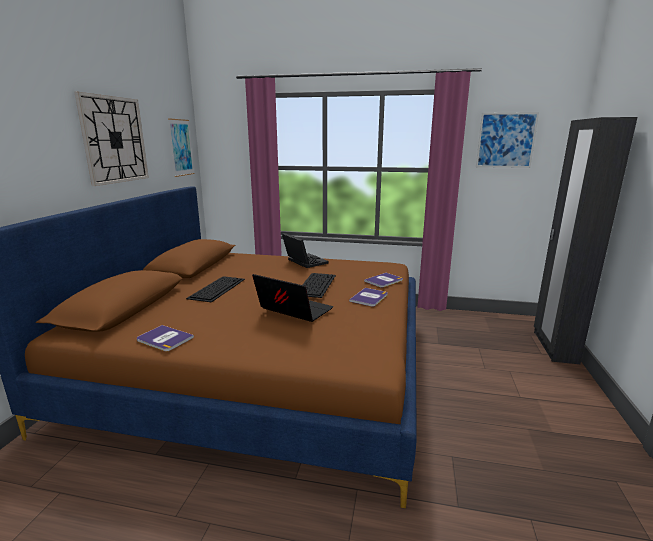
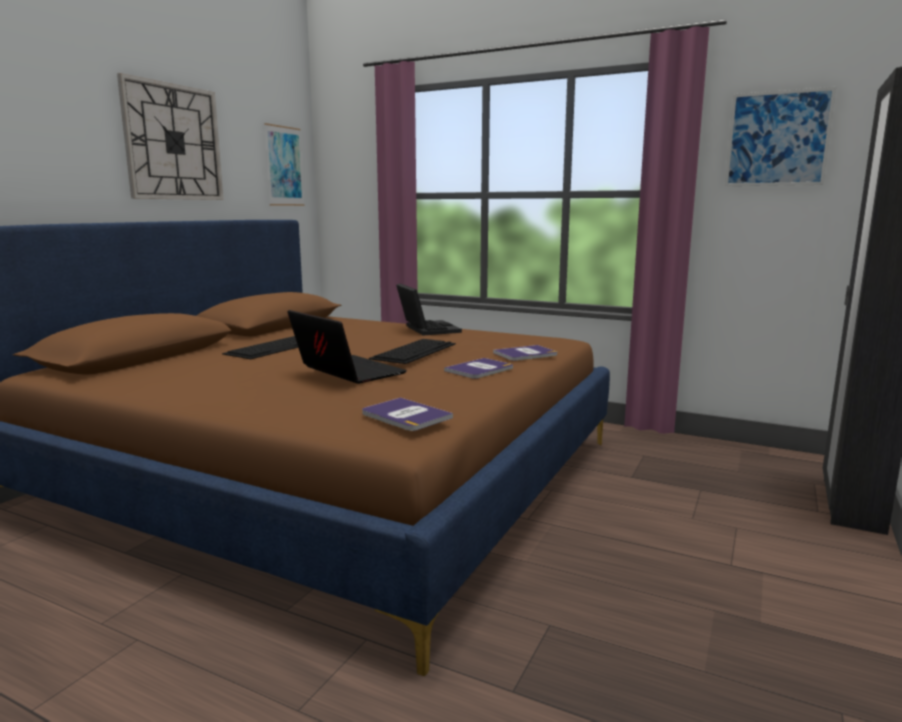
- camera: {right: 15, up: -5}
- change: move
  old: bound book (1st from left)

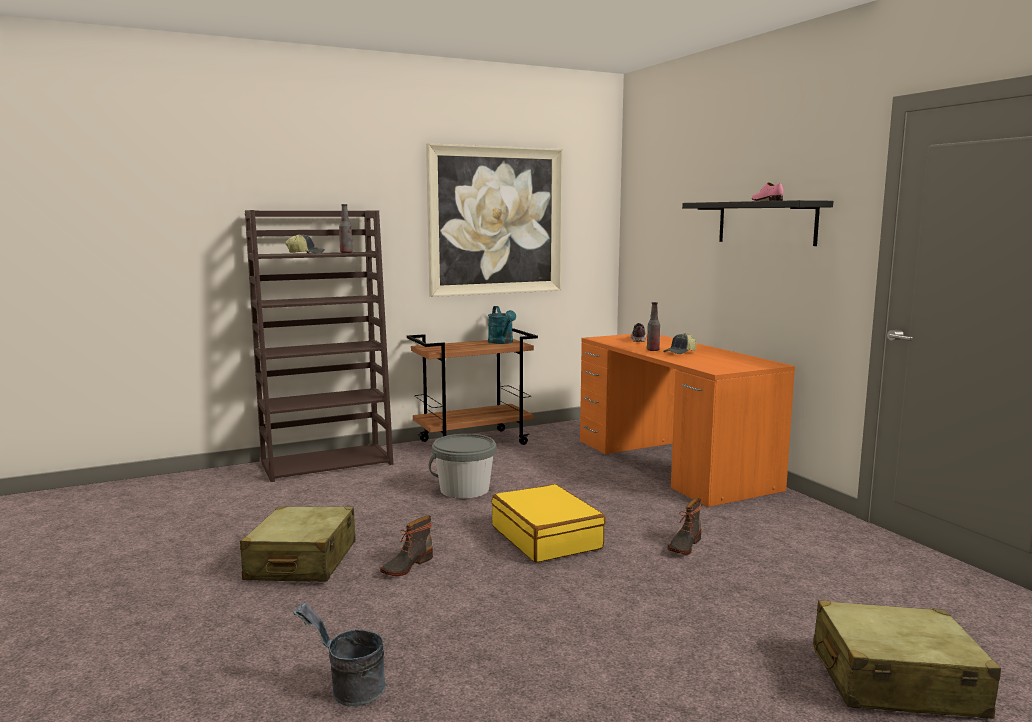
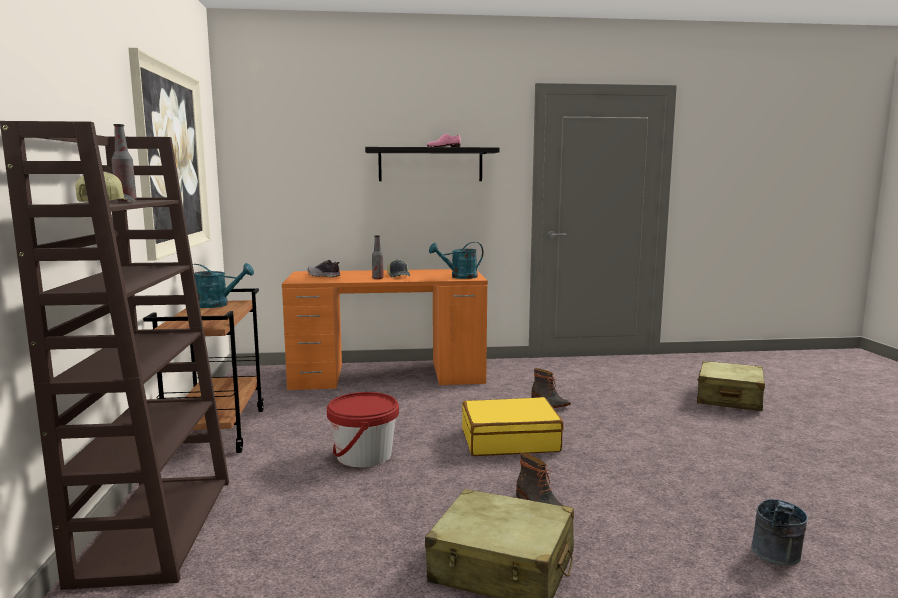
- camera: {right: -70, up: 0}
- change: recolor
  old: grey bucket (2nd from left)
  new: red bucket
- change: insert
  new: turquoise-coloured sprinkling can (2nd from left)

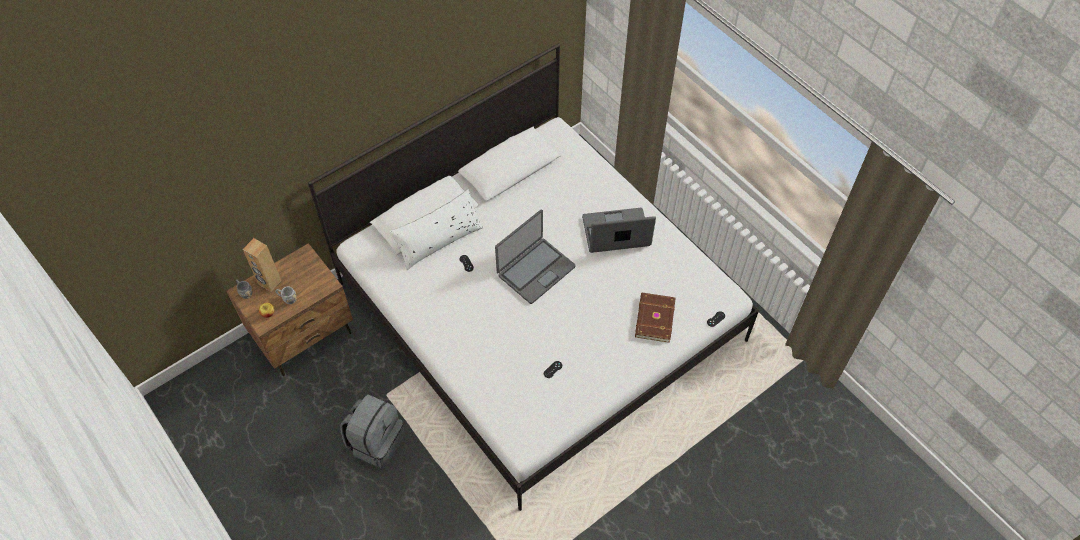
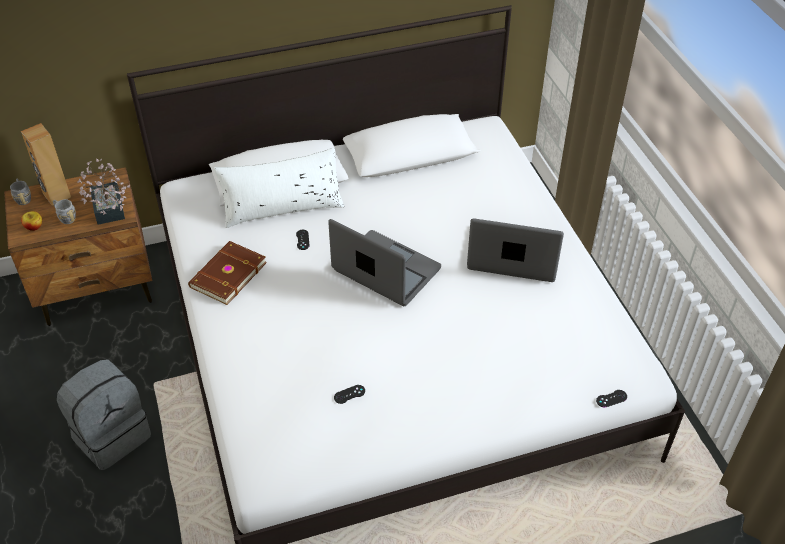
- camera: {right: 20, up: -10}
- change: rotate
  old: portable computer (1st from left)
  degrees: -120
- change: move
  old: brown-coloured bound book
- change: insert
  new: plant in a pot

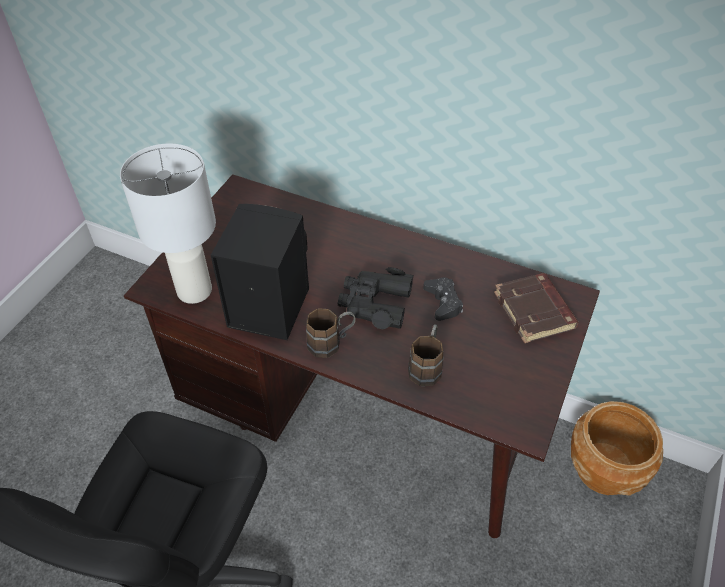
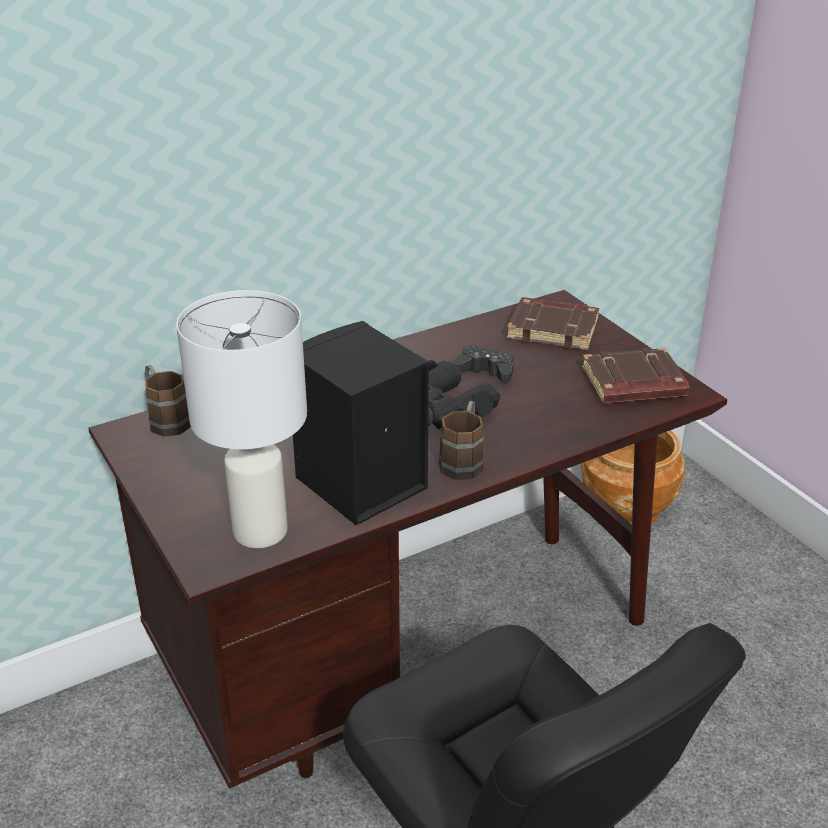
- camera: {right: -55, up: -15}
- change: move
  old: brown-coloured tea mug (2nd from left in the first image)
  new: brown-coloured tea mug (1st from left)
- change: insert
  new: brown-coloured bound book (2nd from left)

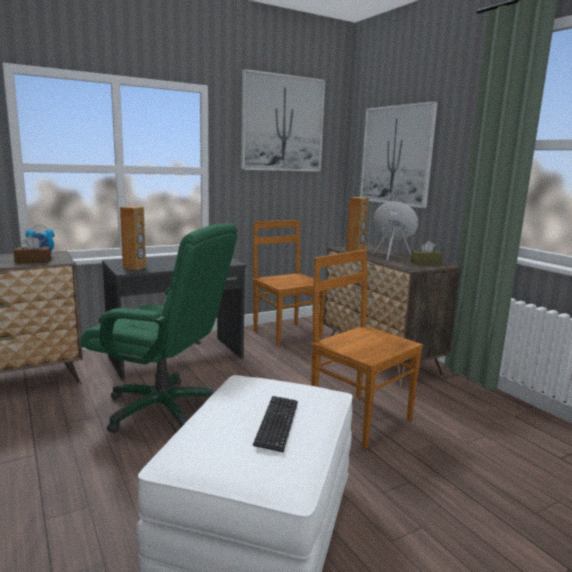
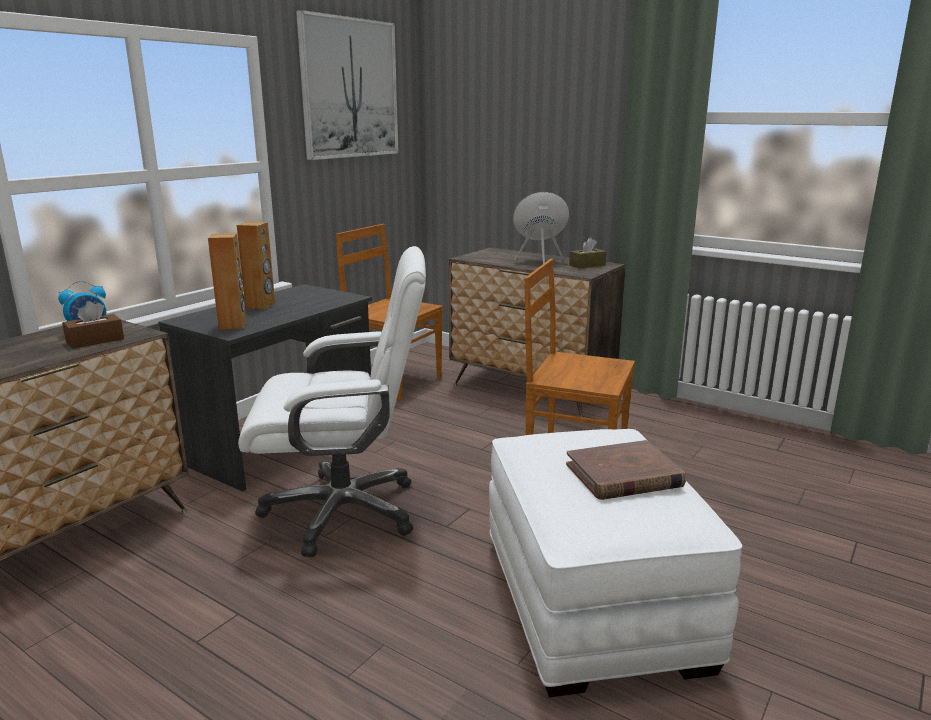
- camera: {right: -25, up: 5}
- change: recolor
  old: greenish office chair
  new: whitish office chair
- change: replace
  old: keyboard
  new: brown-coloured bound book
- change: move
  old: brown-coloured audio speaker (2nd from left)
- change: delete
  old: wall picture (2nd from left)

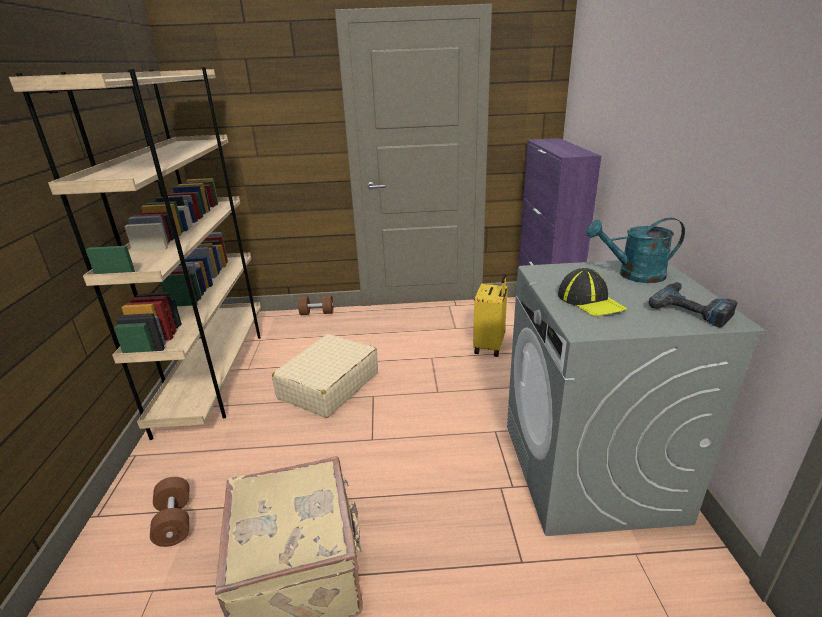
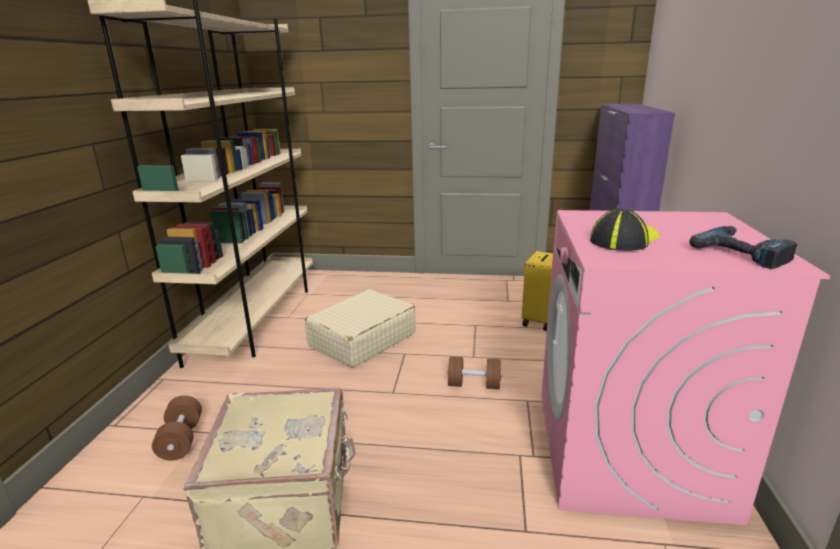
- camera: {right: 10, up: -5}
- change: move
  old: brown-coloured free weight (2nd from left)
- change: recolor
  old: grey washing machine
  new: pinkish washing machine
- change: rotate
  old: baseball cap
  degrees: -120
- change: delete
  old: turquoise-coloured sprinkling can

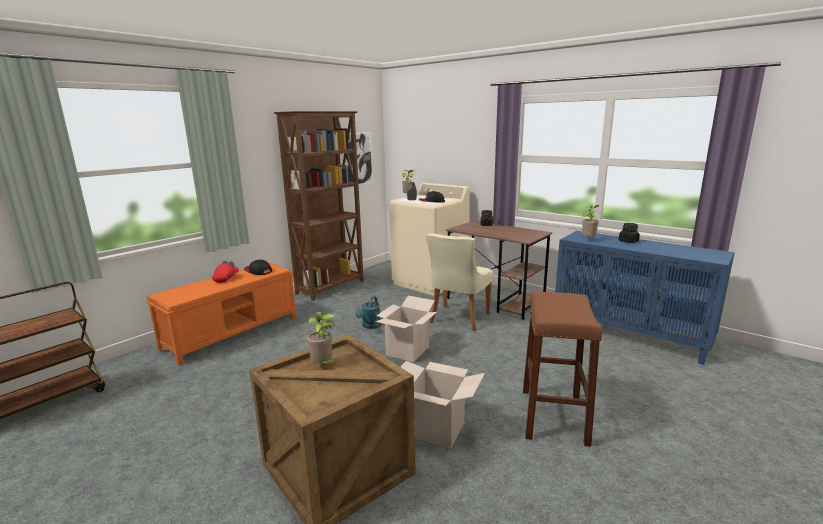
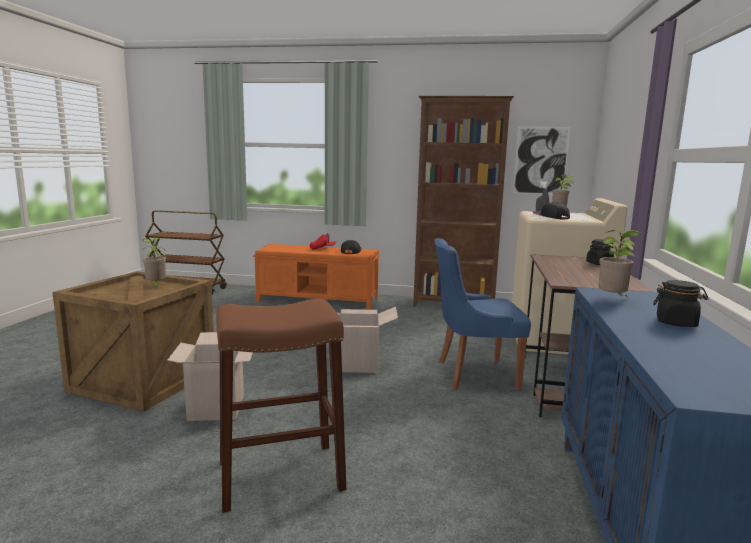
- camera: {right: 60, up: -5}
- change: delete
  old: turquoise-coloured sprinkling can
- change: recolor
  old: beige-coloured chair
  new: bluish chair

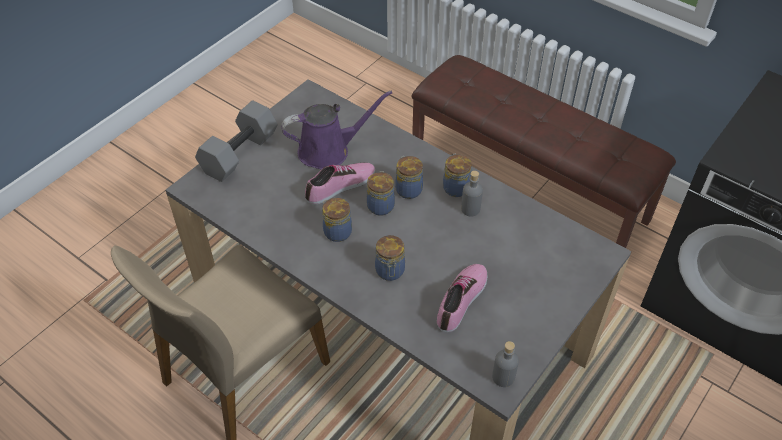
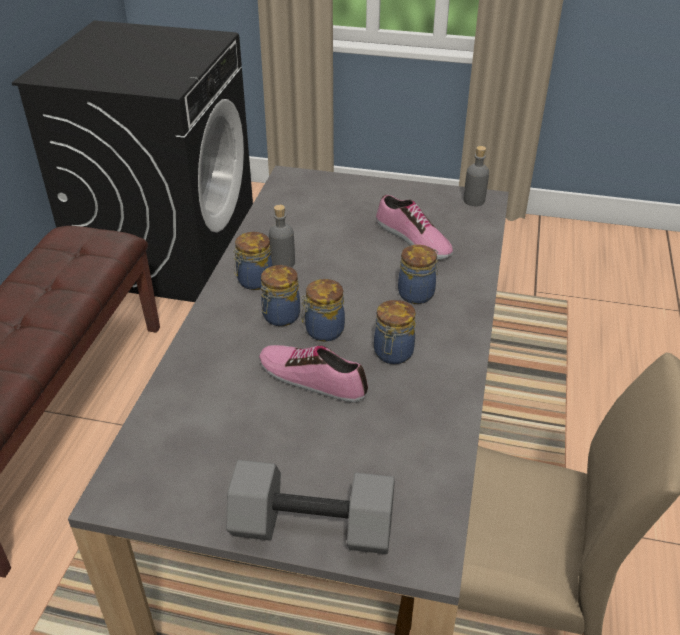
- camera: {right: -115, up: -10}
- change: delete
  old: purplish sprinkling can
- change: rotate
  old: item of footwear (2nd from left)
  degrees: -135

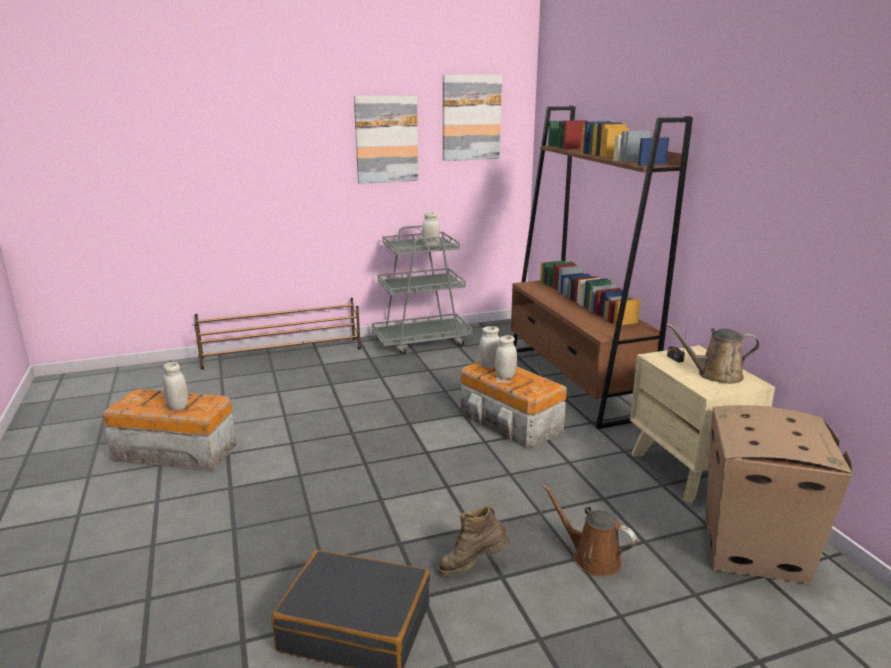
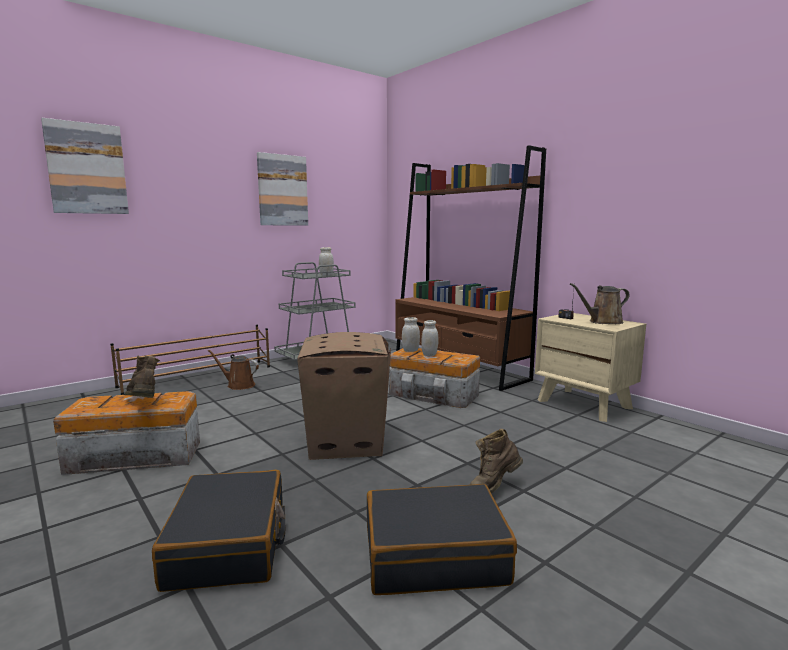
- camera: {right: -20, up: -10}
- change: replace
  old: whitish jar (1st from left)
  new: brown-coloured boot (1st from left)
- change: move
  old: wall picture (2nd from left in the first image)
  new: wall picture (1st from left)
- change: move
  old: brown-coloured sprinkling can (1st from left)
- change: move
  old: cardboard box
- change: insert
  new: black-coloured piece of luggage (1st from left)

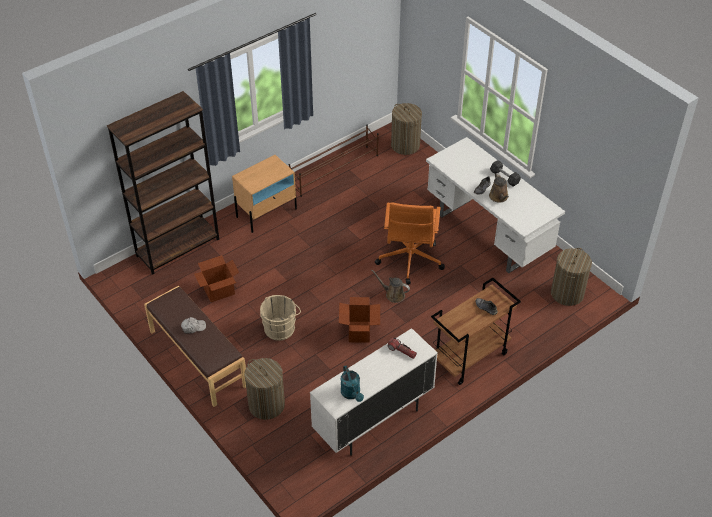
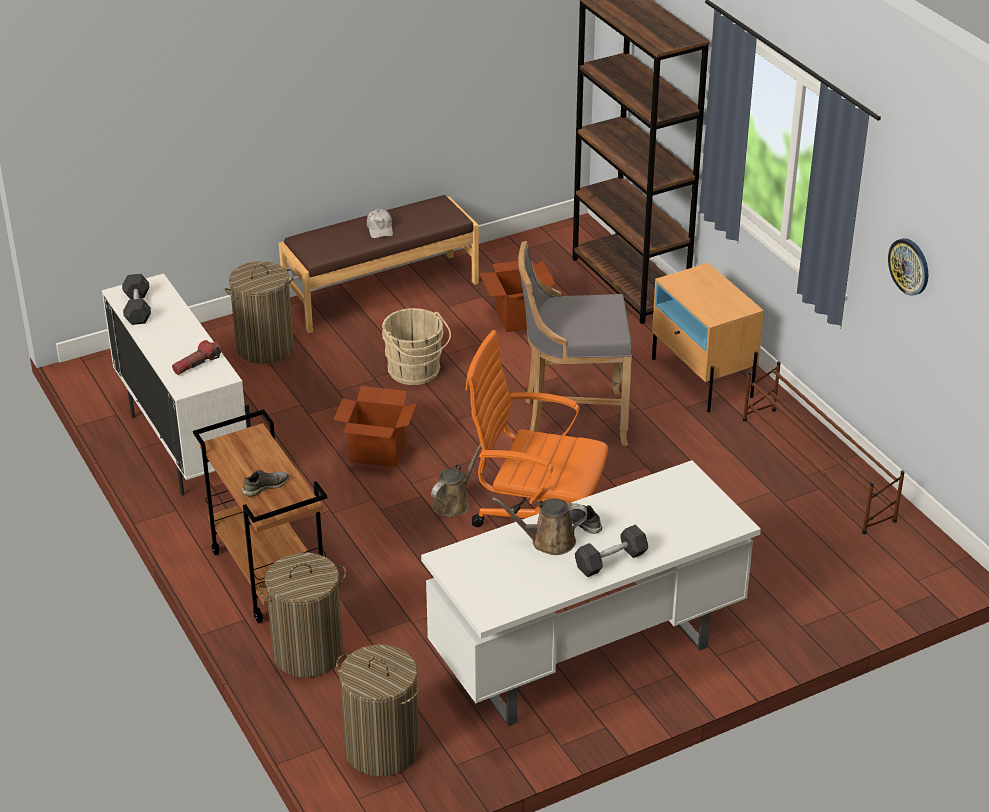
- camera: {right: 100, up: -10}
- change: replace
  old: turquoise-coloured sprinkling can
  new: grey free weight (1st from left)
- change: move
  old: laundry basket (2nd from left)
- change: insert
  new: grey sitting stool
- change: insert
  new: wall clock

